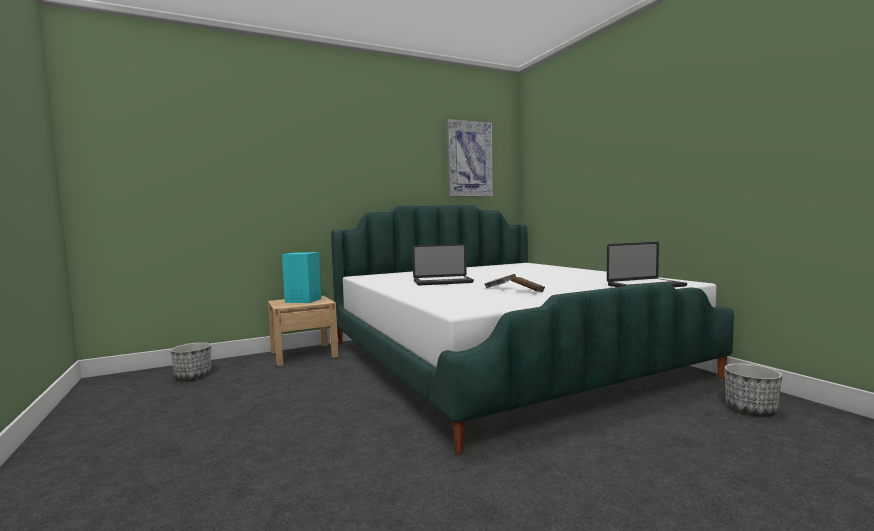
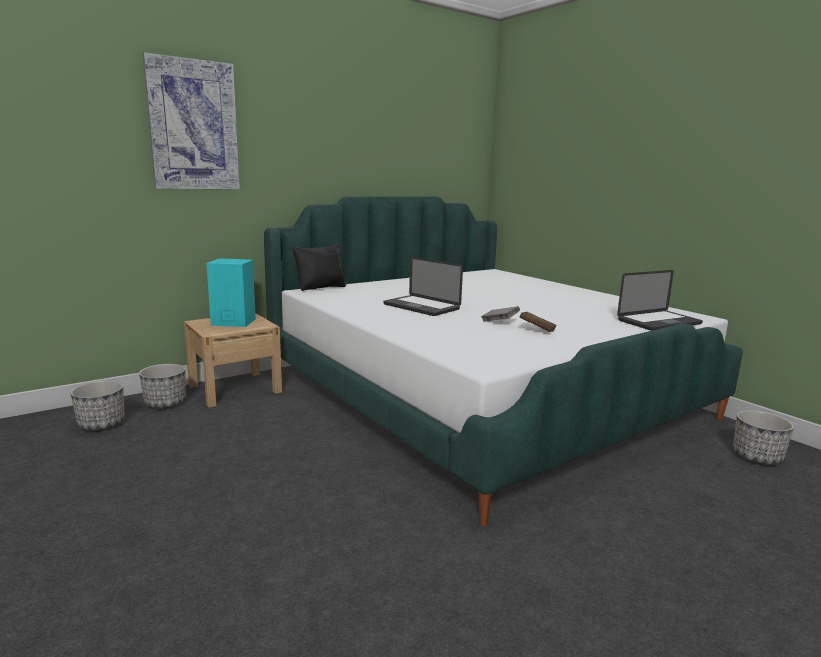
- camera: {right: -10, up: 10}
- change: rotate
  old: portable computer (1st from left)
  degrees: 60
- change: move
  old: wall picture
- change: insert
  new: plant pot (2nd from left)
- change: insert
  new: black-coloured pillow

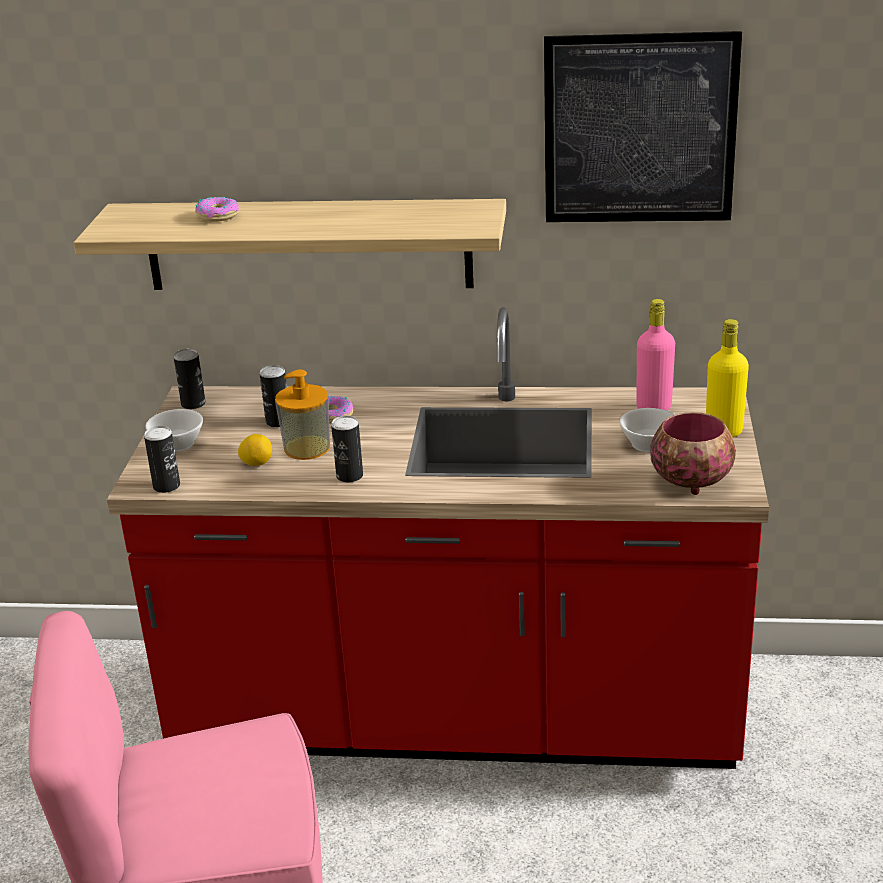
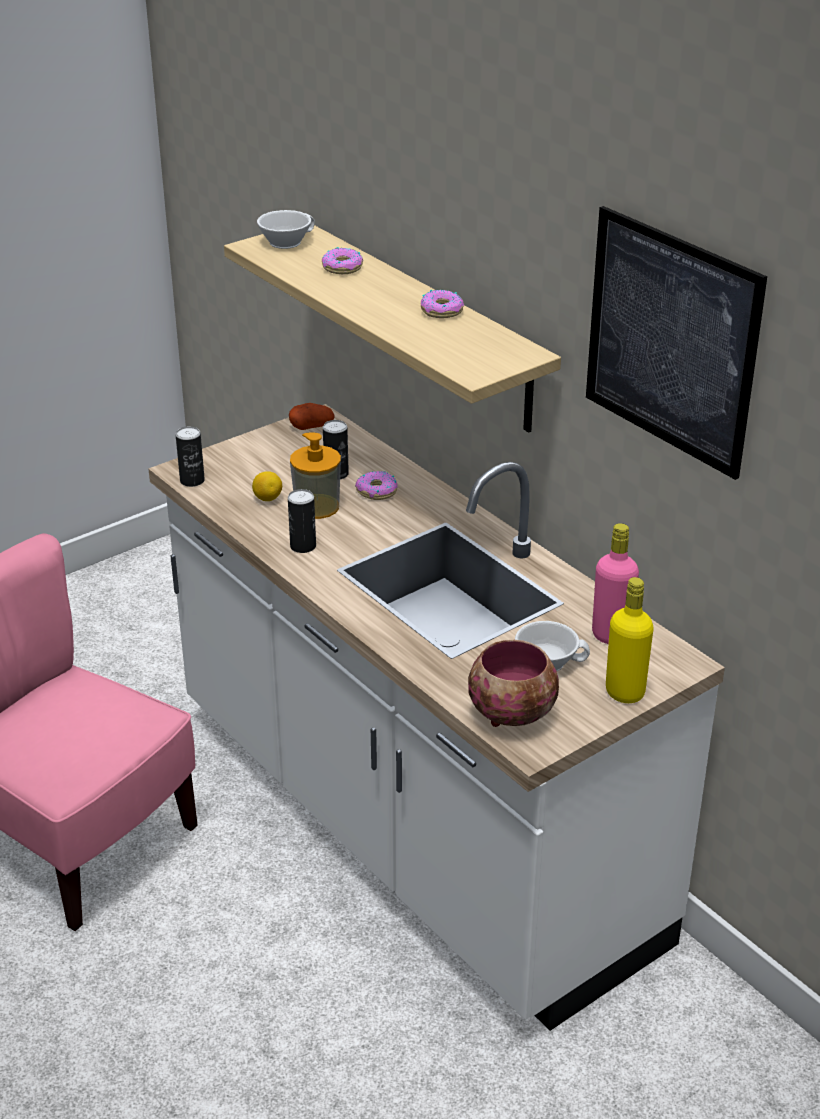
- camera: {right: 45, up: 5}
- change: recolor
  old: red kitchen base unit
  new: whitish kitchen base unit
- change: move
  old: whitish cup (1st from left)
- change: replace
  old: can (2nd from left)
  new: spud
- change: insert
  new: donut (3rd from left)

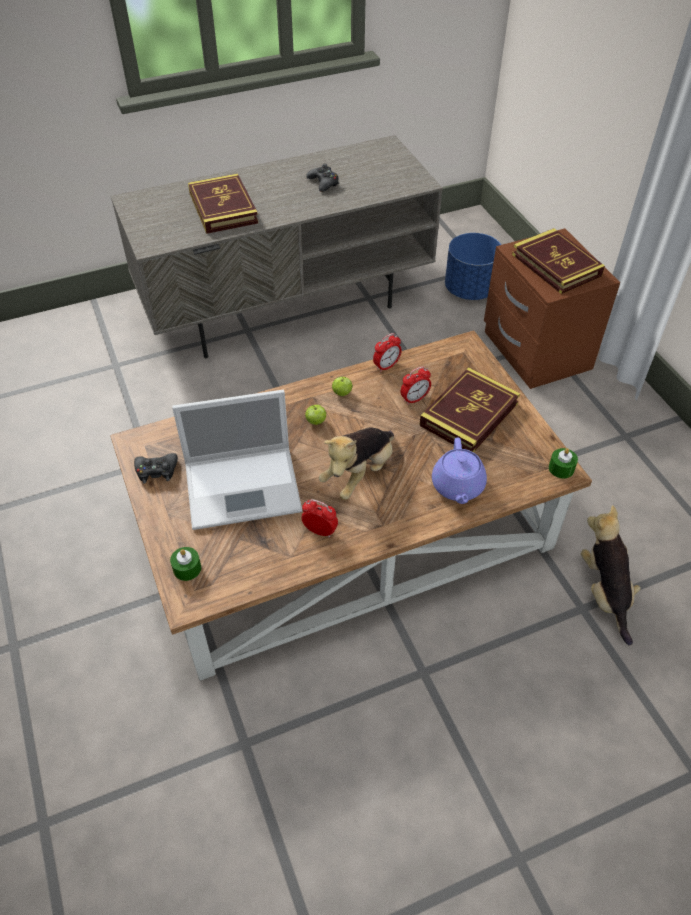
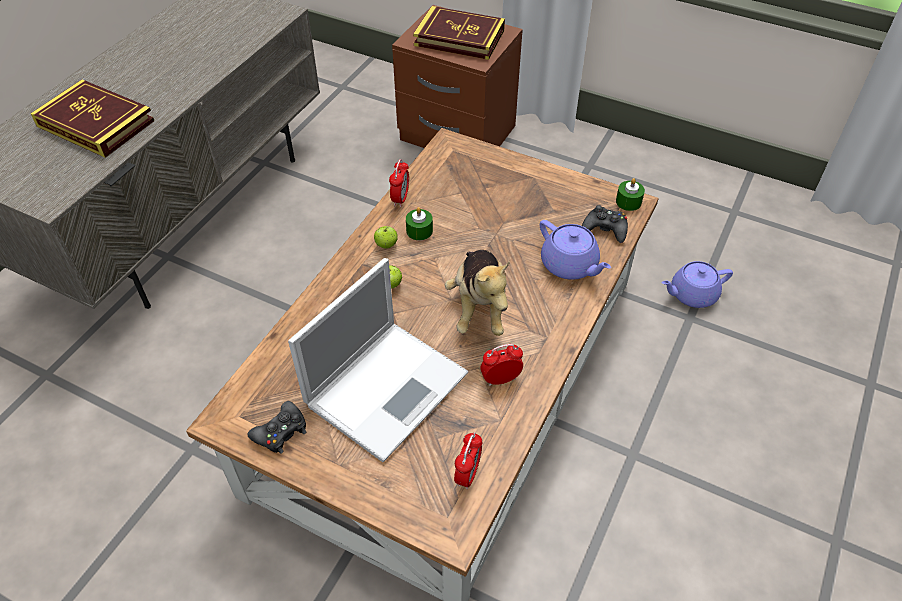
- camera: {right: -40, up: 0}
- change: move
  old: greenish wax candle (1st from left)
- change: move
  old: black-coloured joypad (2nd from left)
- change: move
  old: bedside clock (3rd from left in the first image)
  new: bedside clock (2nd from left)
- change: delete
  old: bound book (2nd from left)
- change: delete
  old: bluish plant pot
- change: replace
  old: cuddly toy (2nd from left)
  new: purplish tea pot (2nd from left)

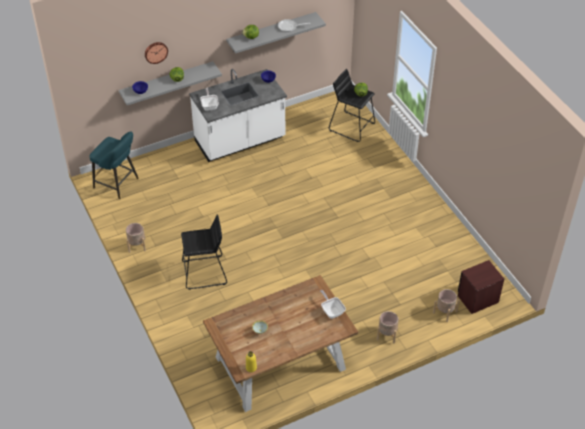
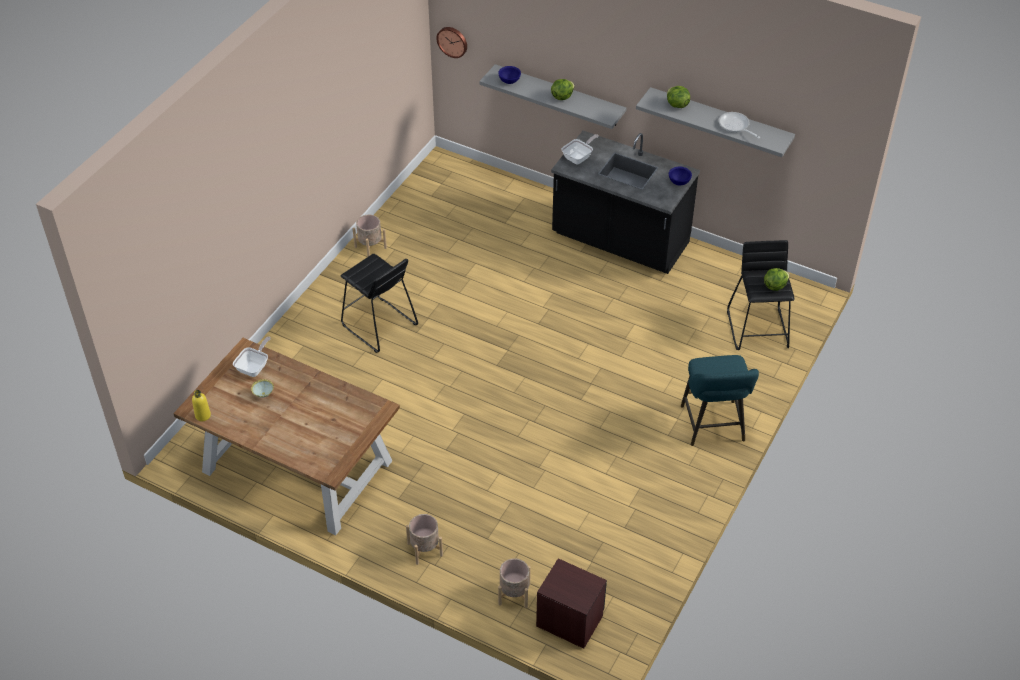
- camera: {right: 55, up: 0}
- change: move
  old: turquoise-coloured sitting stool
- change: move
  old: wall clock
- change: recolor
  old: whitish kitchen base unit
  new: black-coloured kitchen base unit
- change: move
  old: frying pan (3rd from left in the first image)
  new: frying pan (1st from left)

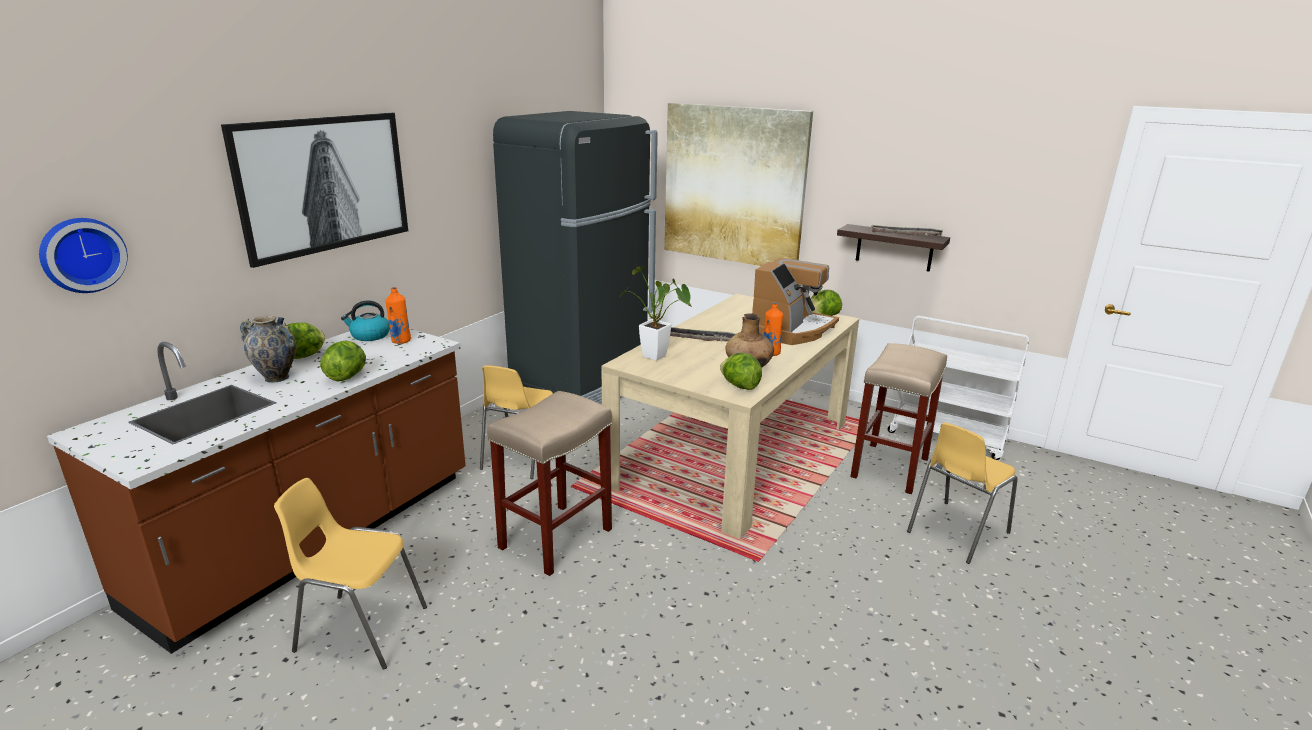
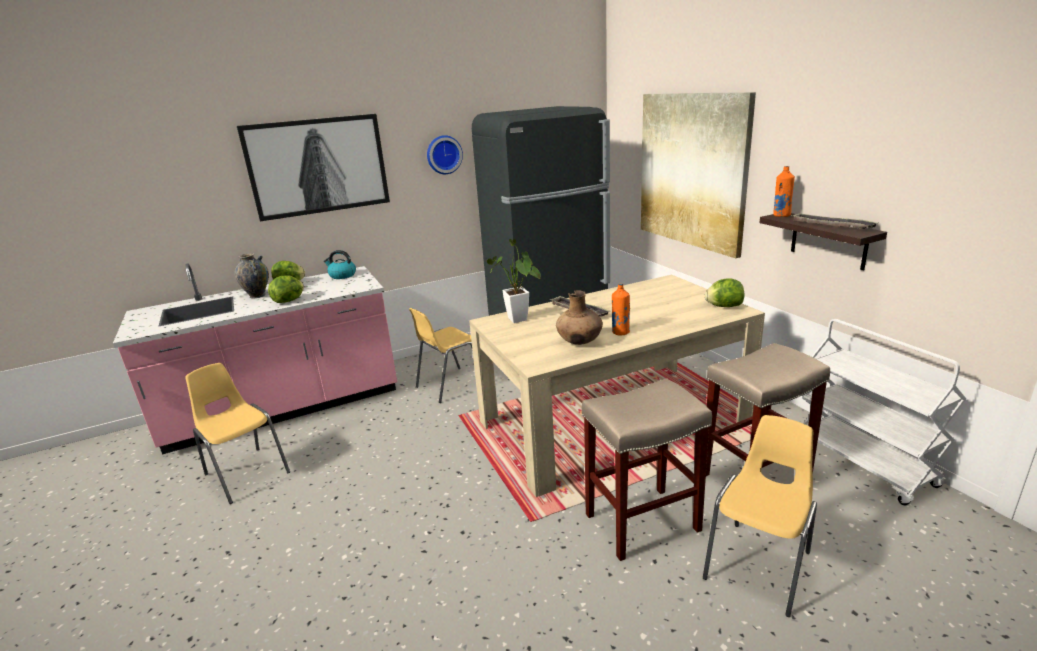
- camera: {right: 35, up: 0}
- change: move
  old: wall clock
- change: recolor
  old: brown-coloured kitchen base unit
  new: pinkish kitchen base unit
- change: move
  old: orangey bottle (1st from left in the first image)
  new: orangey bottle (2nd from left)
- change: move
  old: beige-coloured sitting stool (1st from left)
- change: delete
  old: lettuce head (3rd from left)
- change: delete
  old: coffee brewer
- change: rotate
  old: yellowish chair (3rd from left)
  degrees: 135

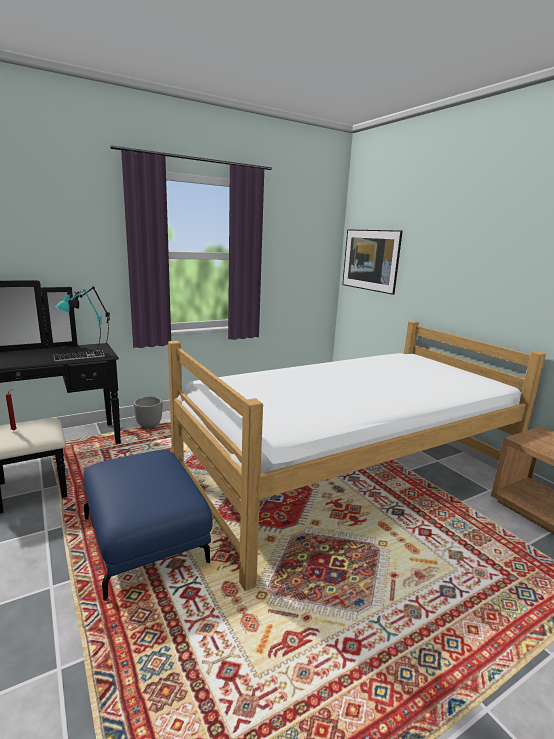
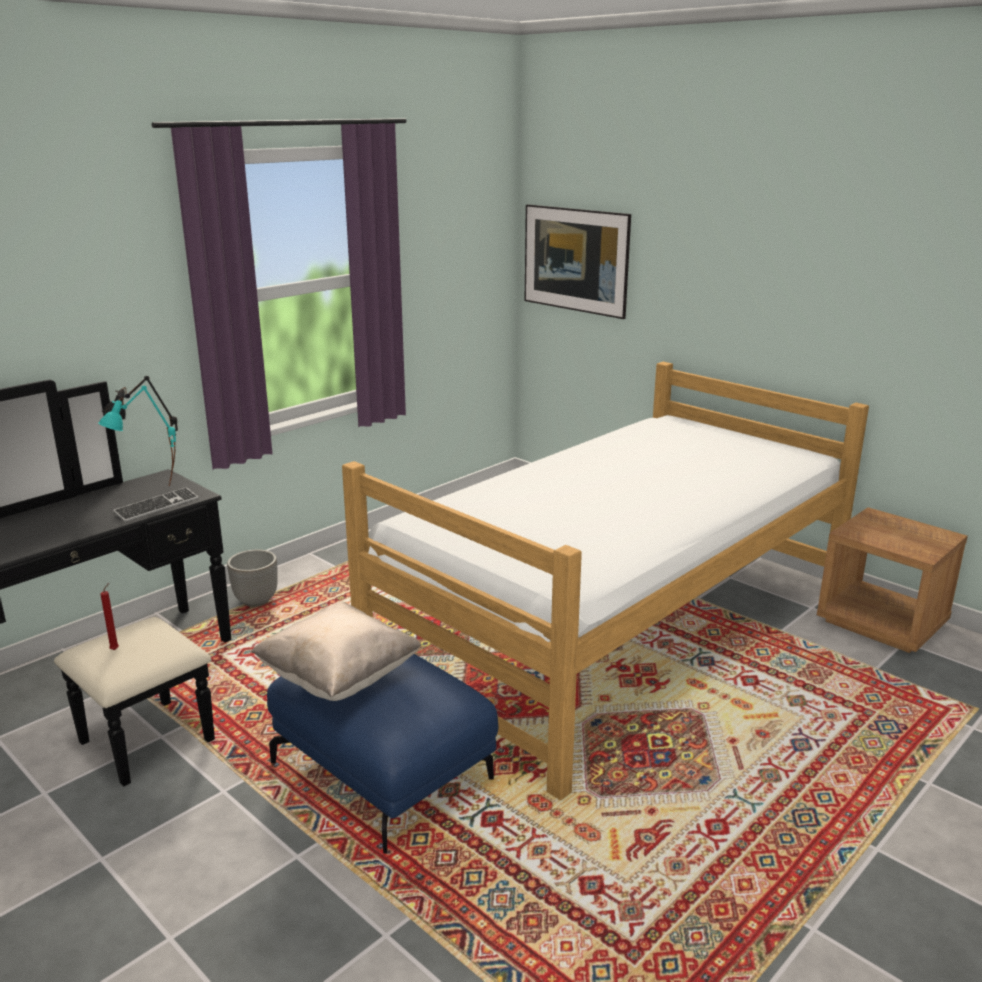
- camera: {right: -15, up: 5}
- change: insert
  new: beige-coloured pillow

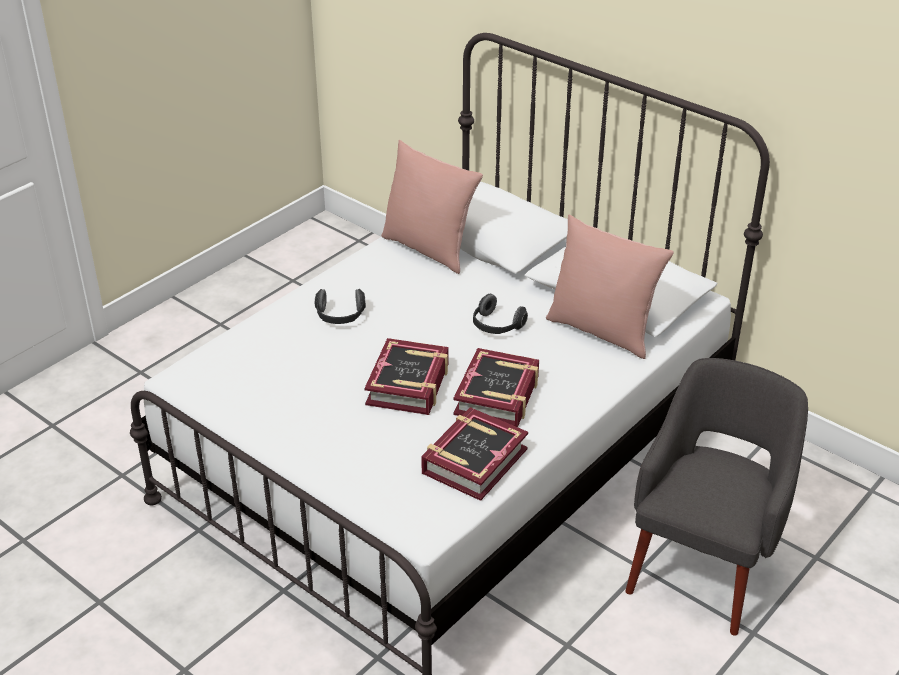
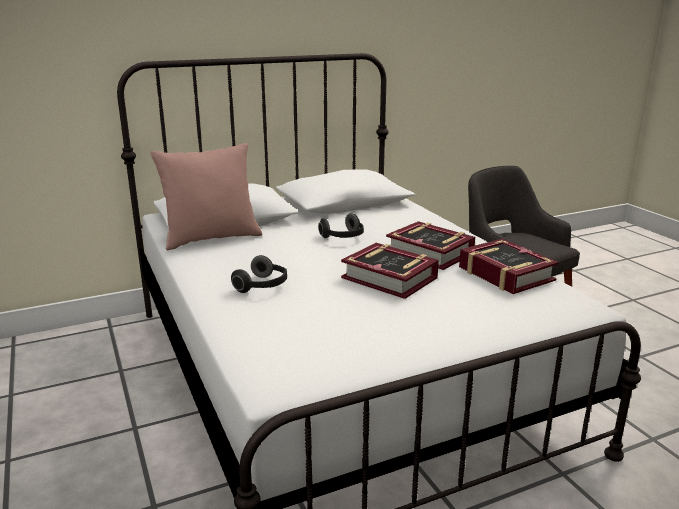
- camera: {right: -65, up: -15}
- change: delete
  old: pinkish pillow (2nd from left)

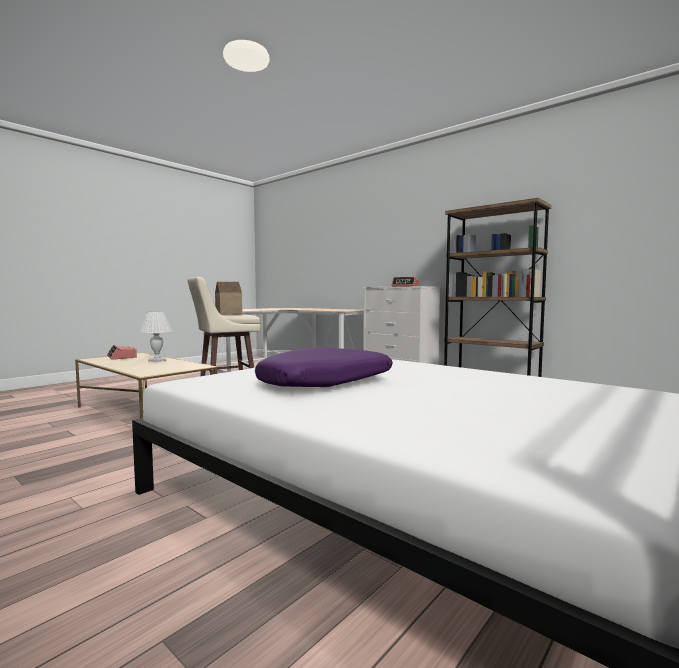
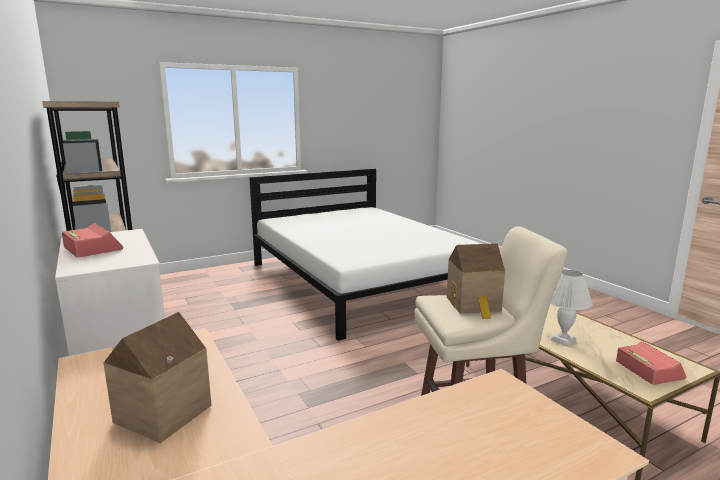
- camera: {right: -160, up: 10}
- change: delete
  old: purplish pillow
- change: insert
  new: miniature house (1st from left)

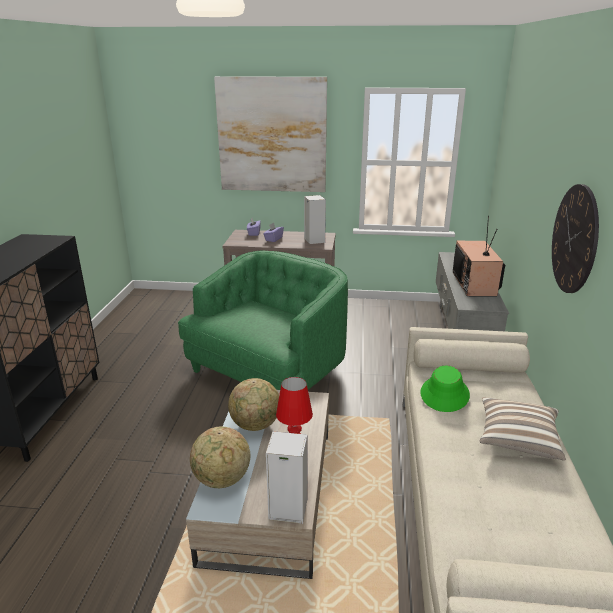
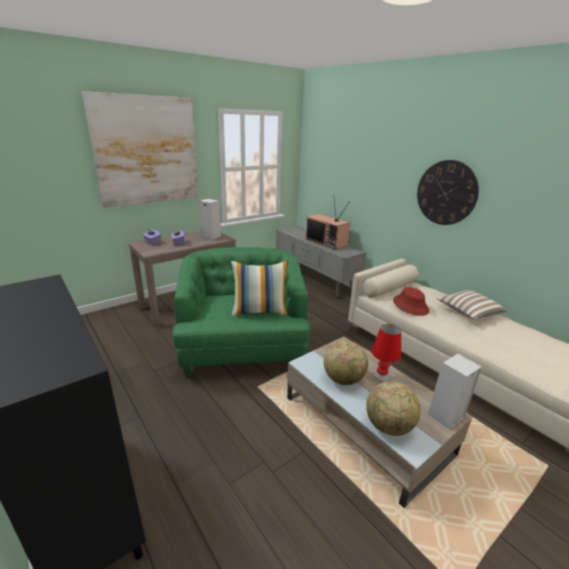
- camera: {right: -45, up: 0}
- change: recolor
  old: greenish hat
  new: red hat
- change: insert
  new: pillow (1st from left)

